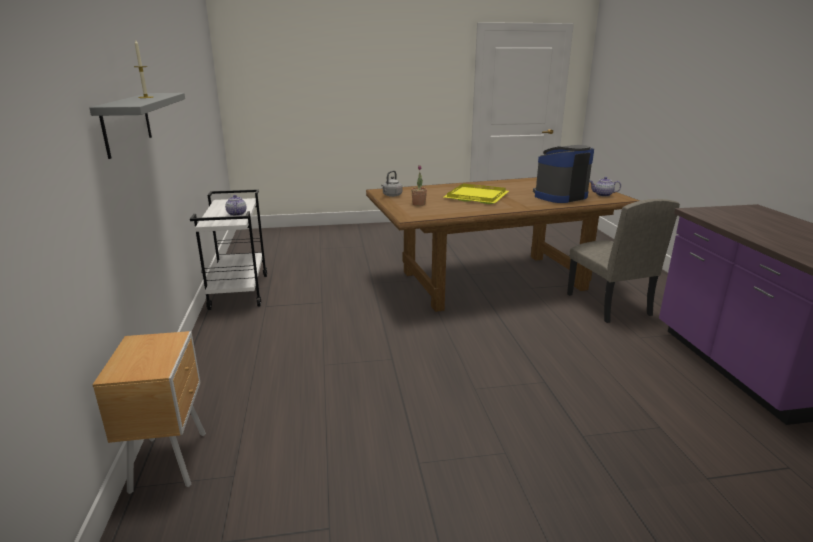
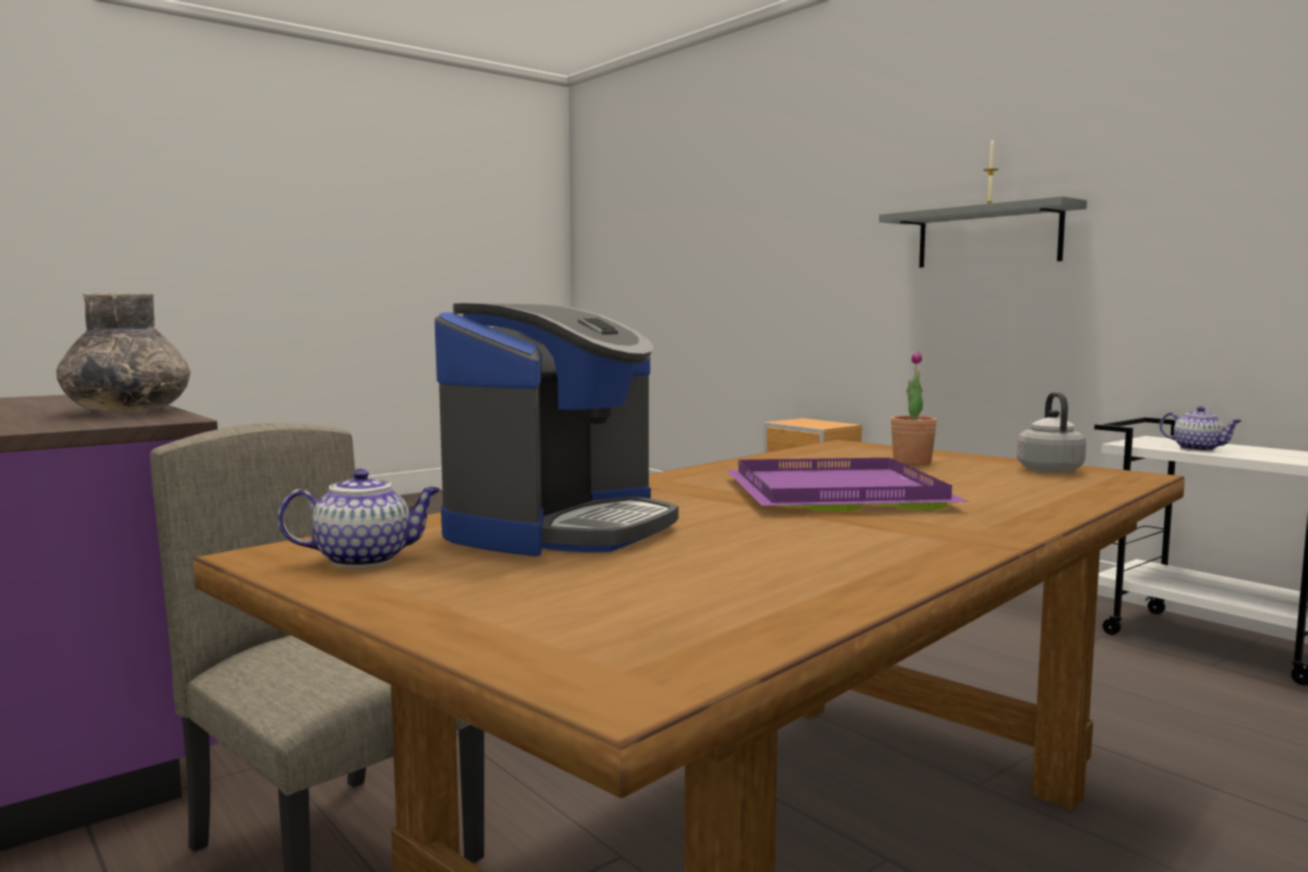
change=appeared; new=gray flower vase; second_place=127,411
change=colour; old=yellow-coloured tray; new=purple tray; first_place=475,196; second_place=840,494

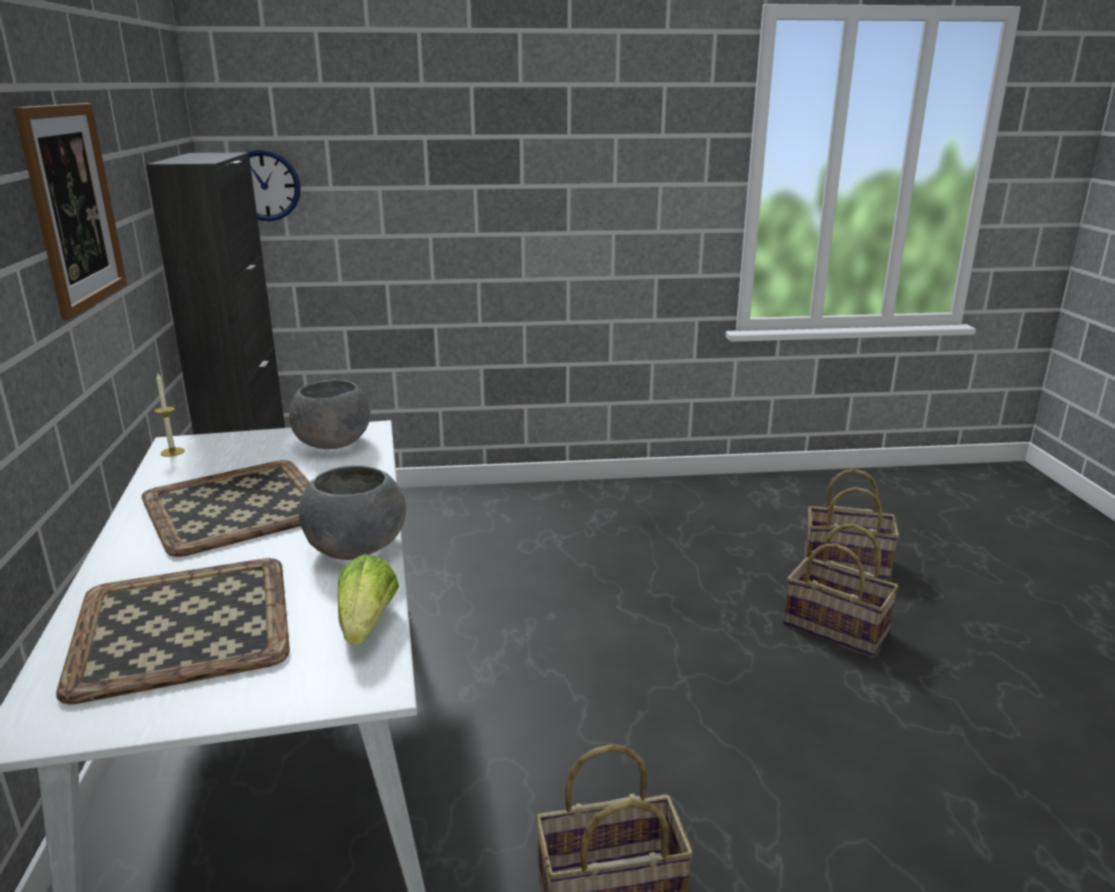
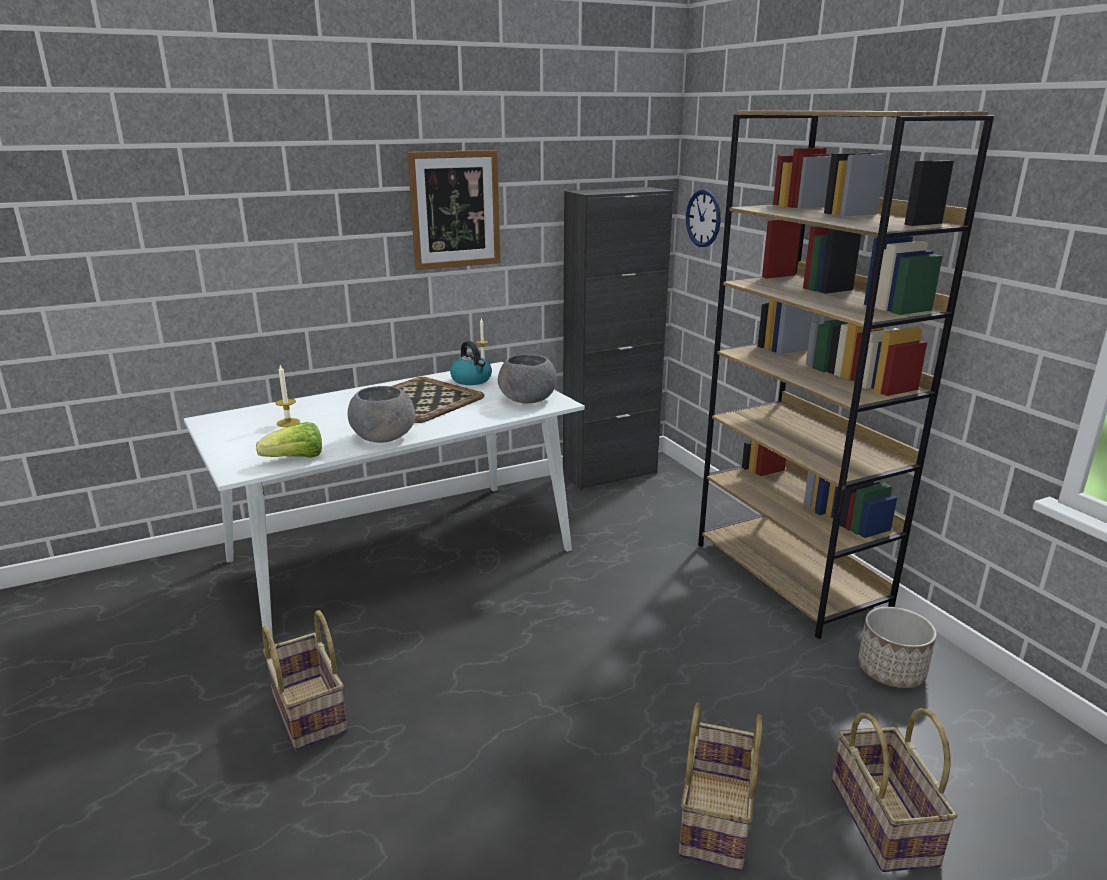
change=exchanged; old=tray; new=wax light; first_place=185,626; second_place=288,422
change=appeared; new=tea kettle; second_place=472,380
change=appeared; new=brownish bookcase; second_place=790,576
change=appeared; new=flower pot; second_place=891,670

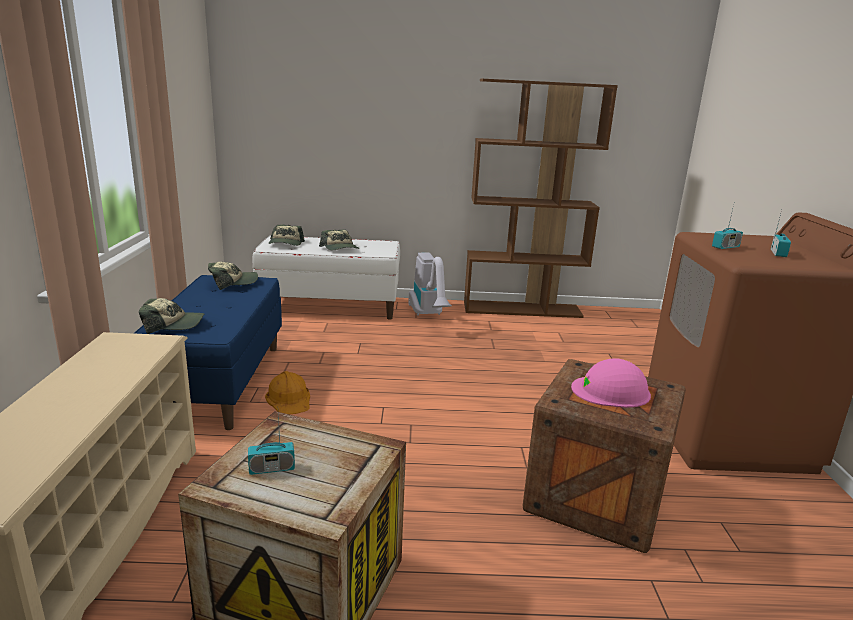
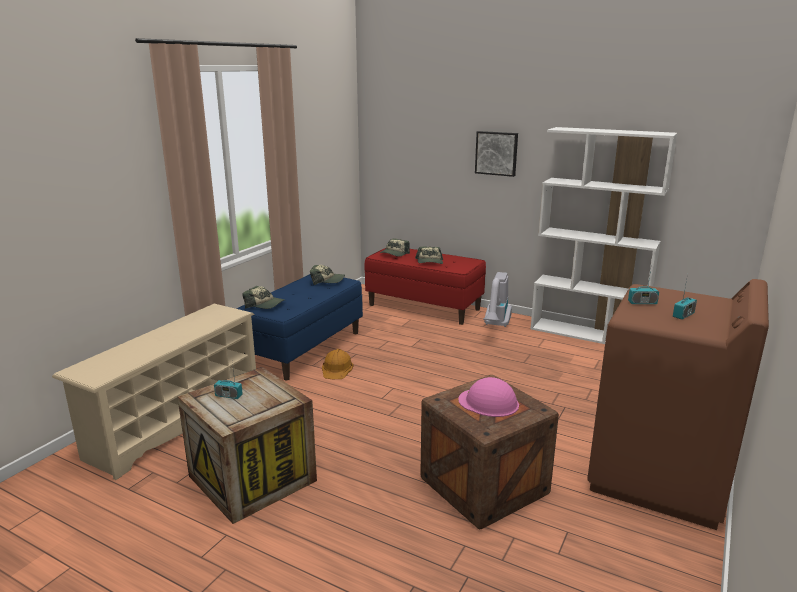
change=colour; old=white-coloured indoor bench; new=red-coloured indoor bench; first_place=330,306; second_place=424,307
change=appeared; new=wall art; second_place=496,153
change=colour; old=brownish bookcase; new=white-coloured bookcase; first_place=522,309; second_place=587,334

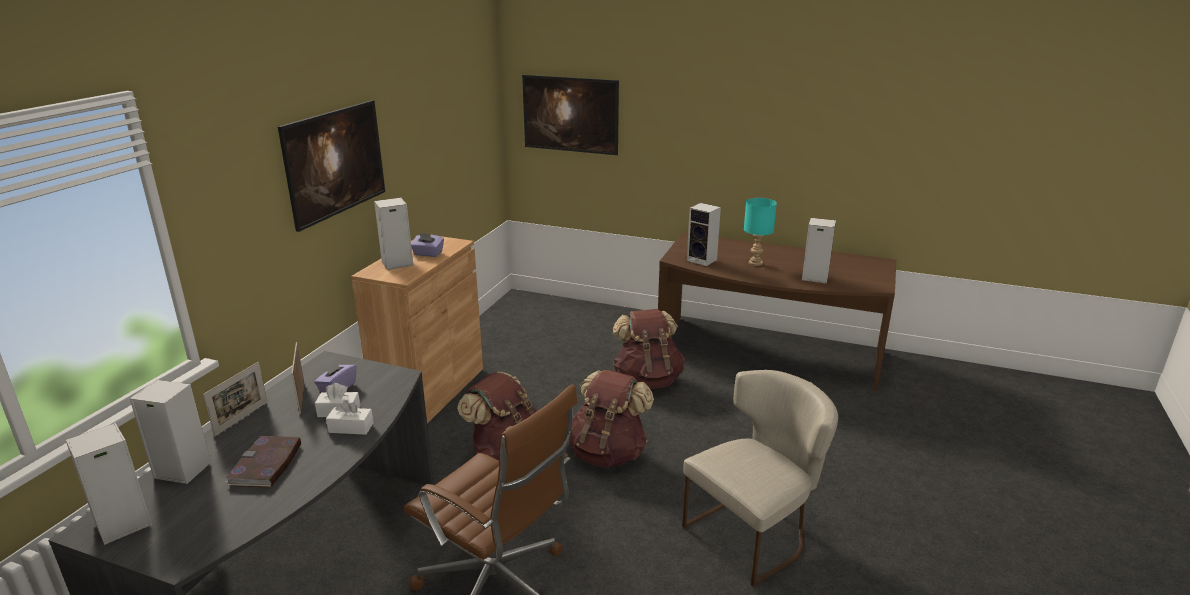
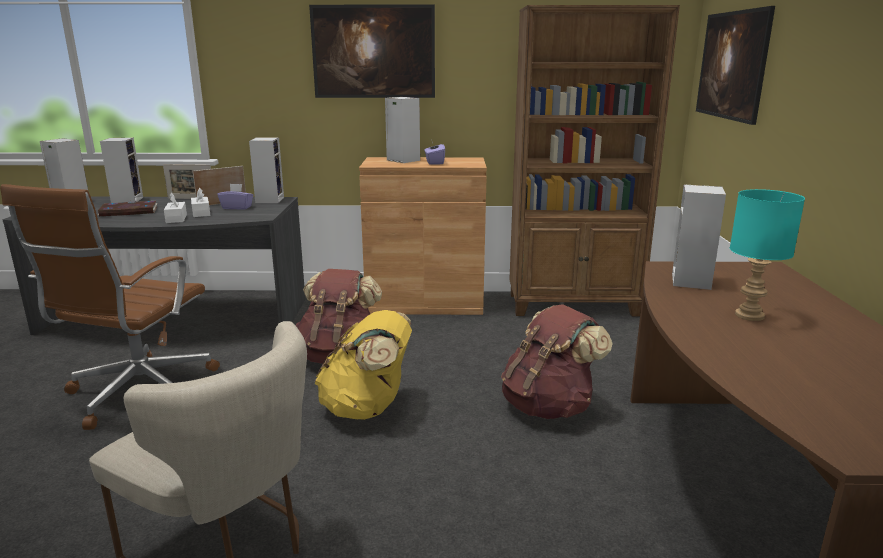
change=relocated; old=speaker; first_place=813,277; second_place=269,200
change=colour; old=brownish knapsack; new=yellow-coloured knapsack; first_place=608,453; second_place=367,408
change=appeared; new=brownish bookcase; second_place=574,305

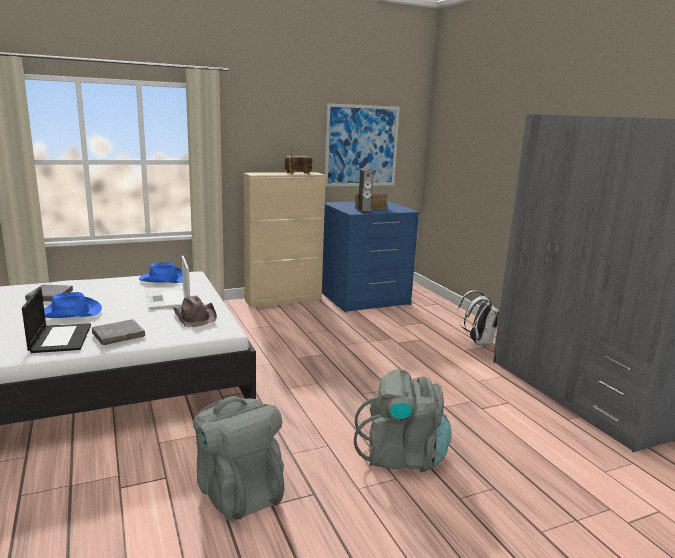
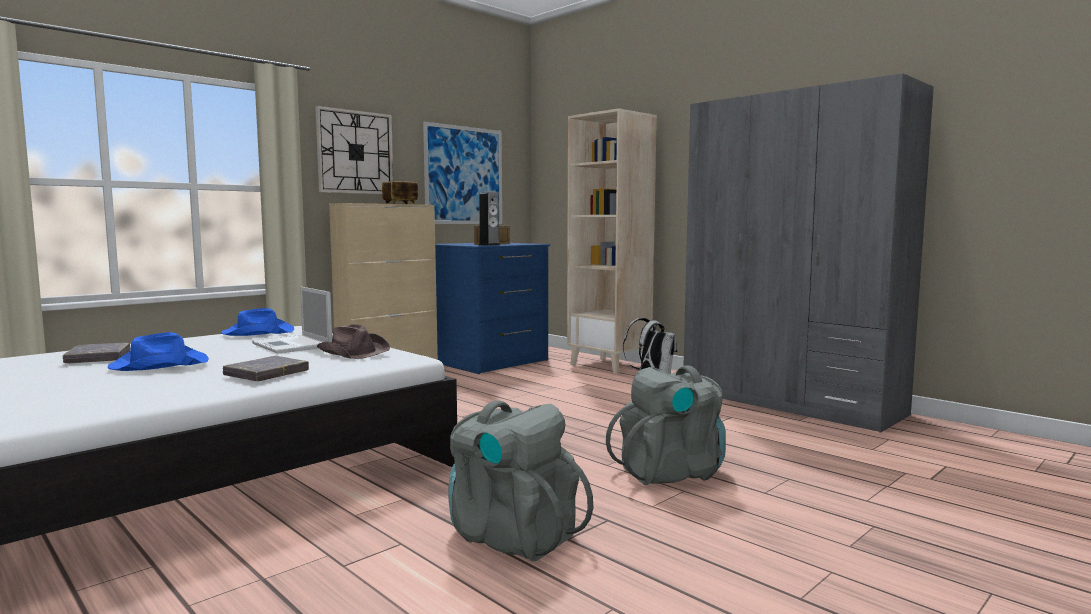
change=appeared; new=hanging clock; second_place=355,152
change=appeared; new=beige-coloured bookcase; second_place=610,365
change=missing; old=laptop; first_place=60,338

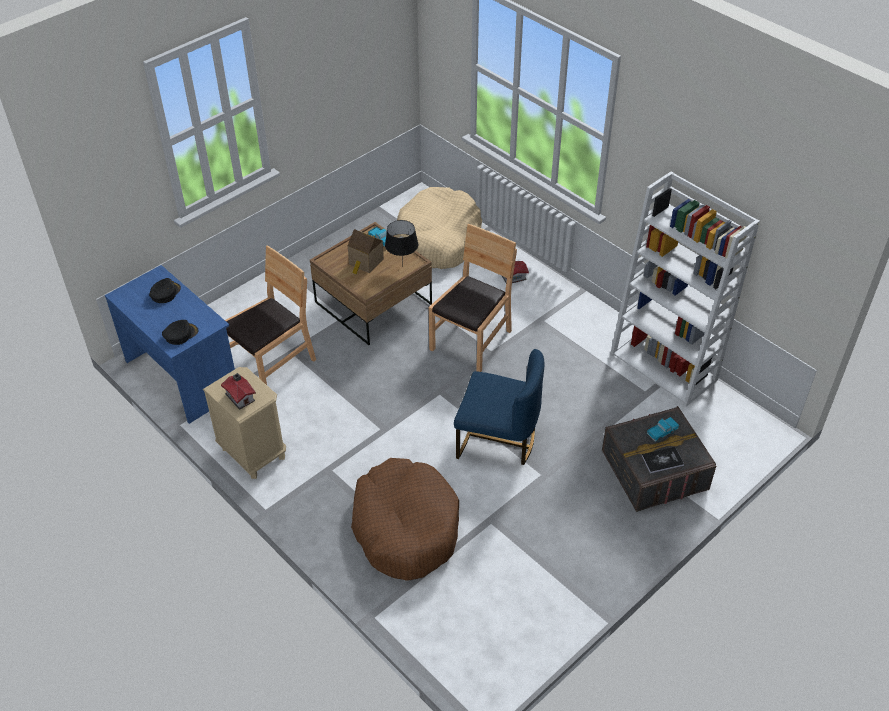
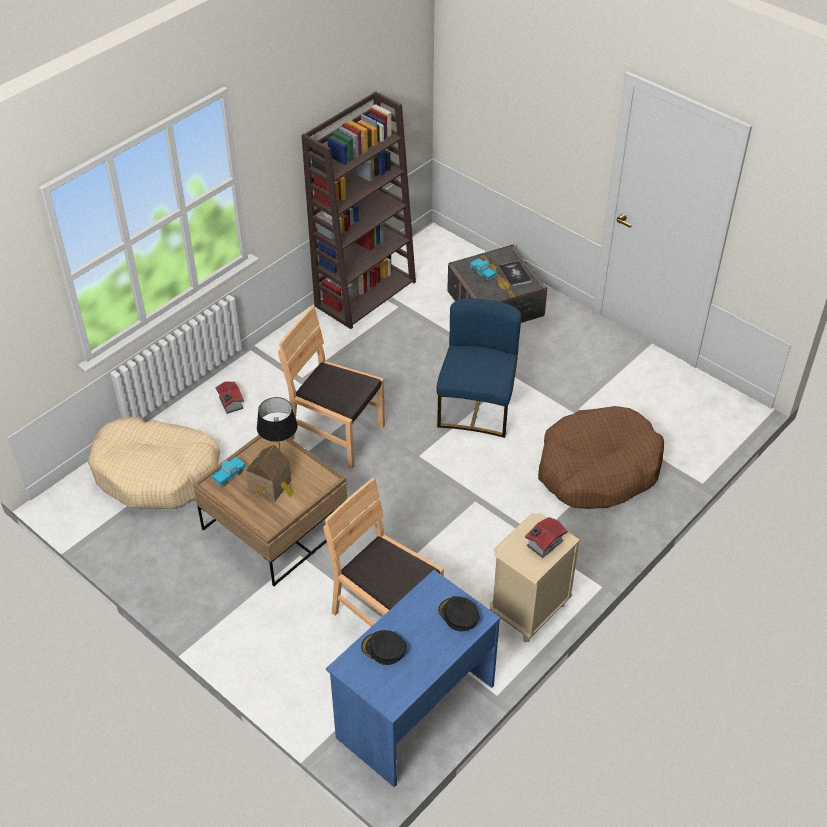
change=colour; old=white-coloured bookcase; new=brownish bookcase; first_place=664,367; second_place=365,293

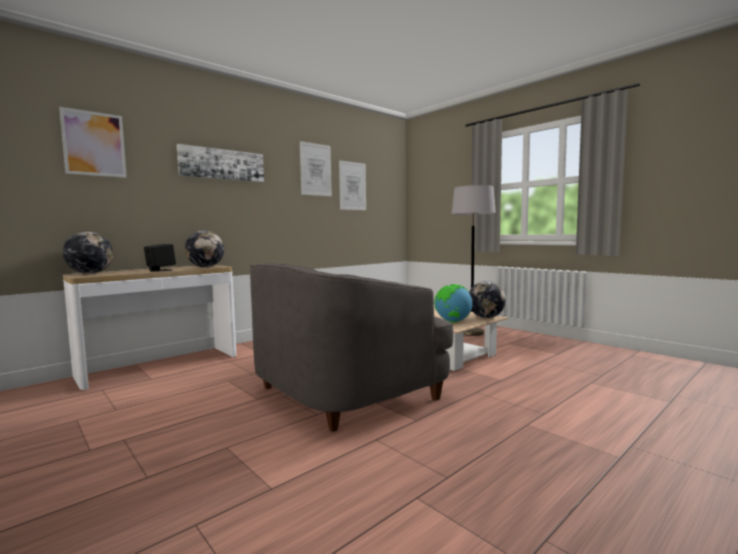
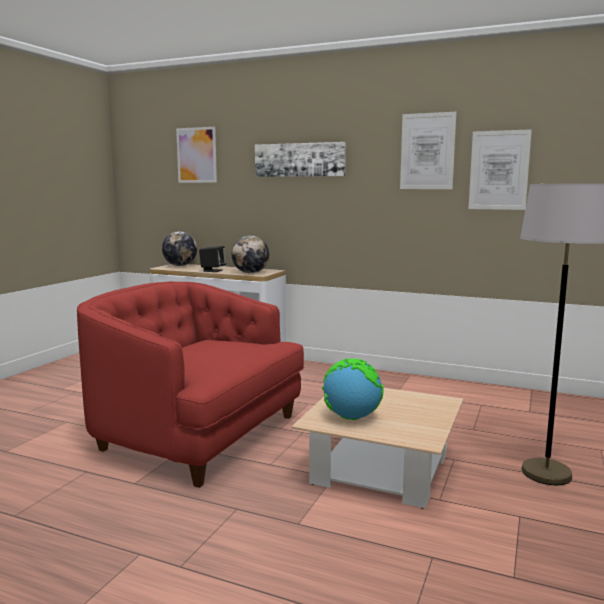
change=colour; old=gray easy chair; new=red-coloured easy chair; first_place=345,391; second_place=198,435
change=missing; old=world globe; first_place=486,317

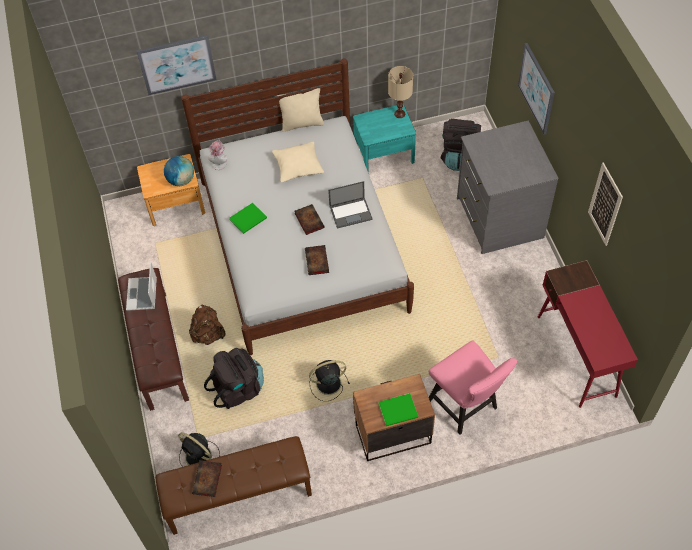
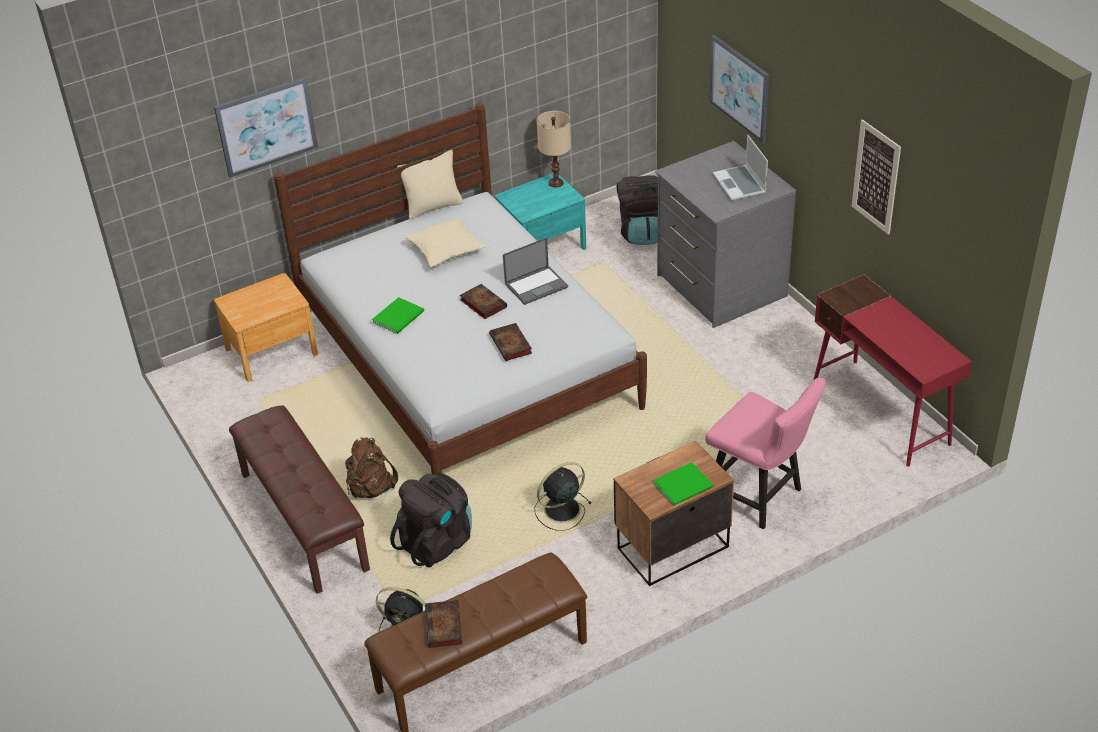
change=relocated; old=laptop; first_place=142,295; second_place=740,184
change=missing; old=world globe; first_place=181,180
change=missing; old=hat; first_place=219,163

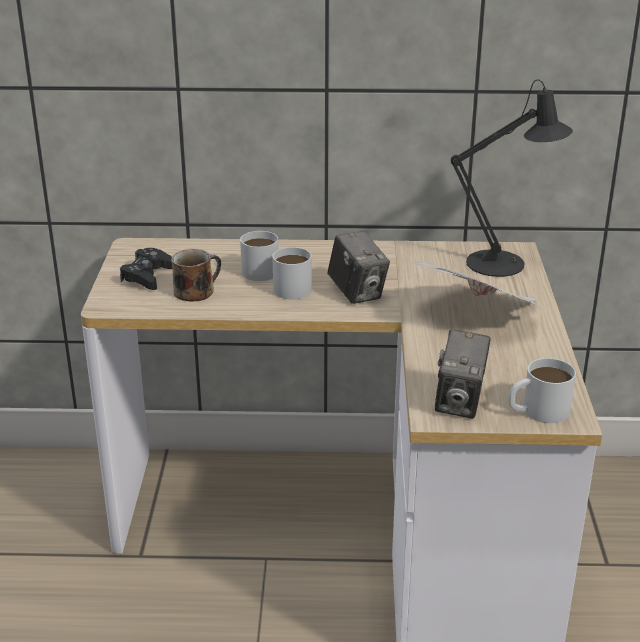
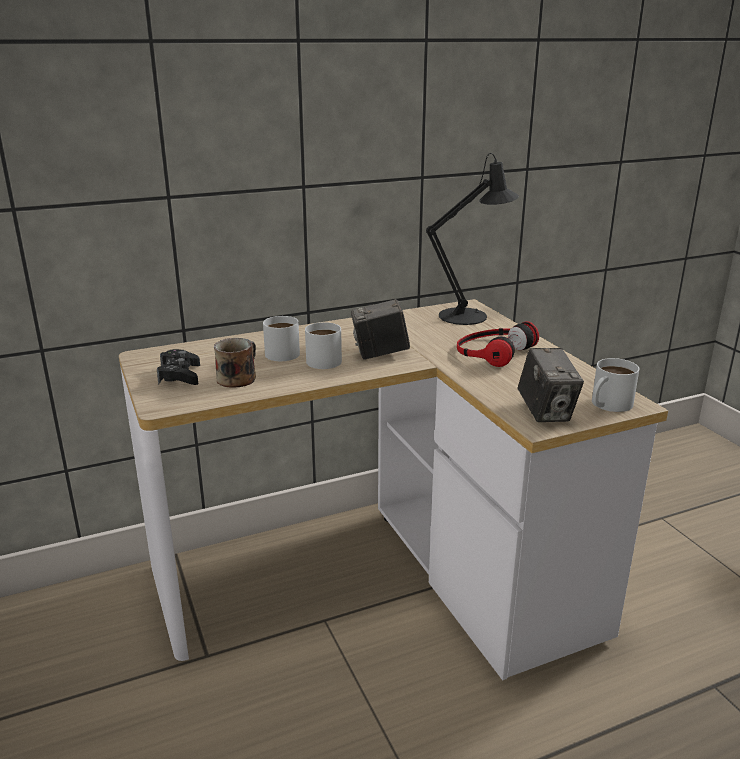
change=spun; old=still camera; first_place=357,293; second_place=380,354; degrees=135
change=exchanged; old=daily paper; new=headset; first_place=481,315; second_place=492,351

